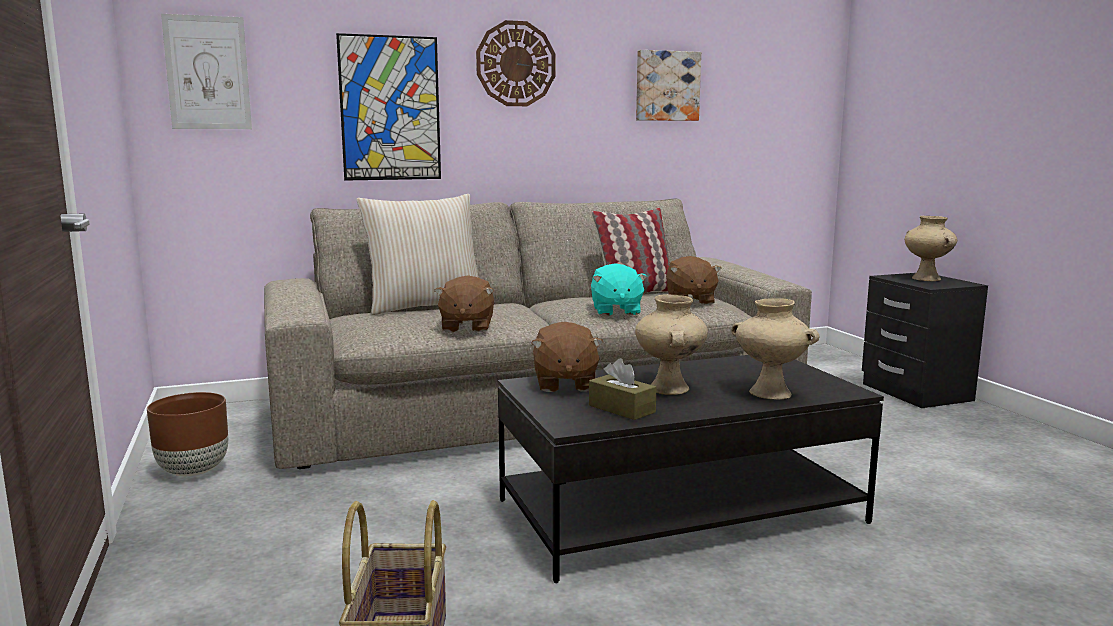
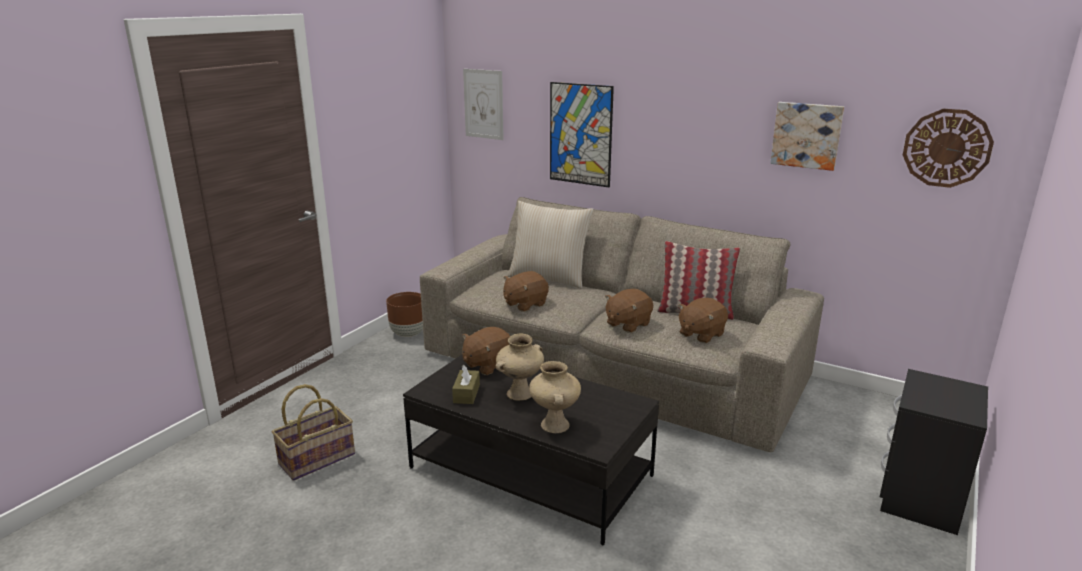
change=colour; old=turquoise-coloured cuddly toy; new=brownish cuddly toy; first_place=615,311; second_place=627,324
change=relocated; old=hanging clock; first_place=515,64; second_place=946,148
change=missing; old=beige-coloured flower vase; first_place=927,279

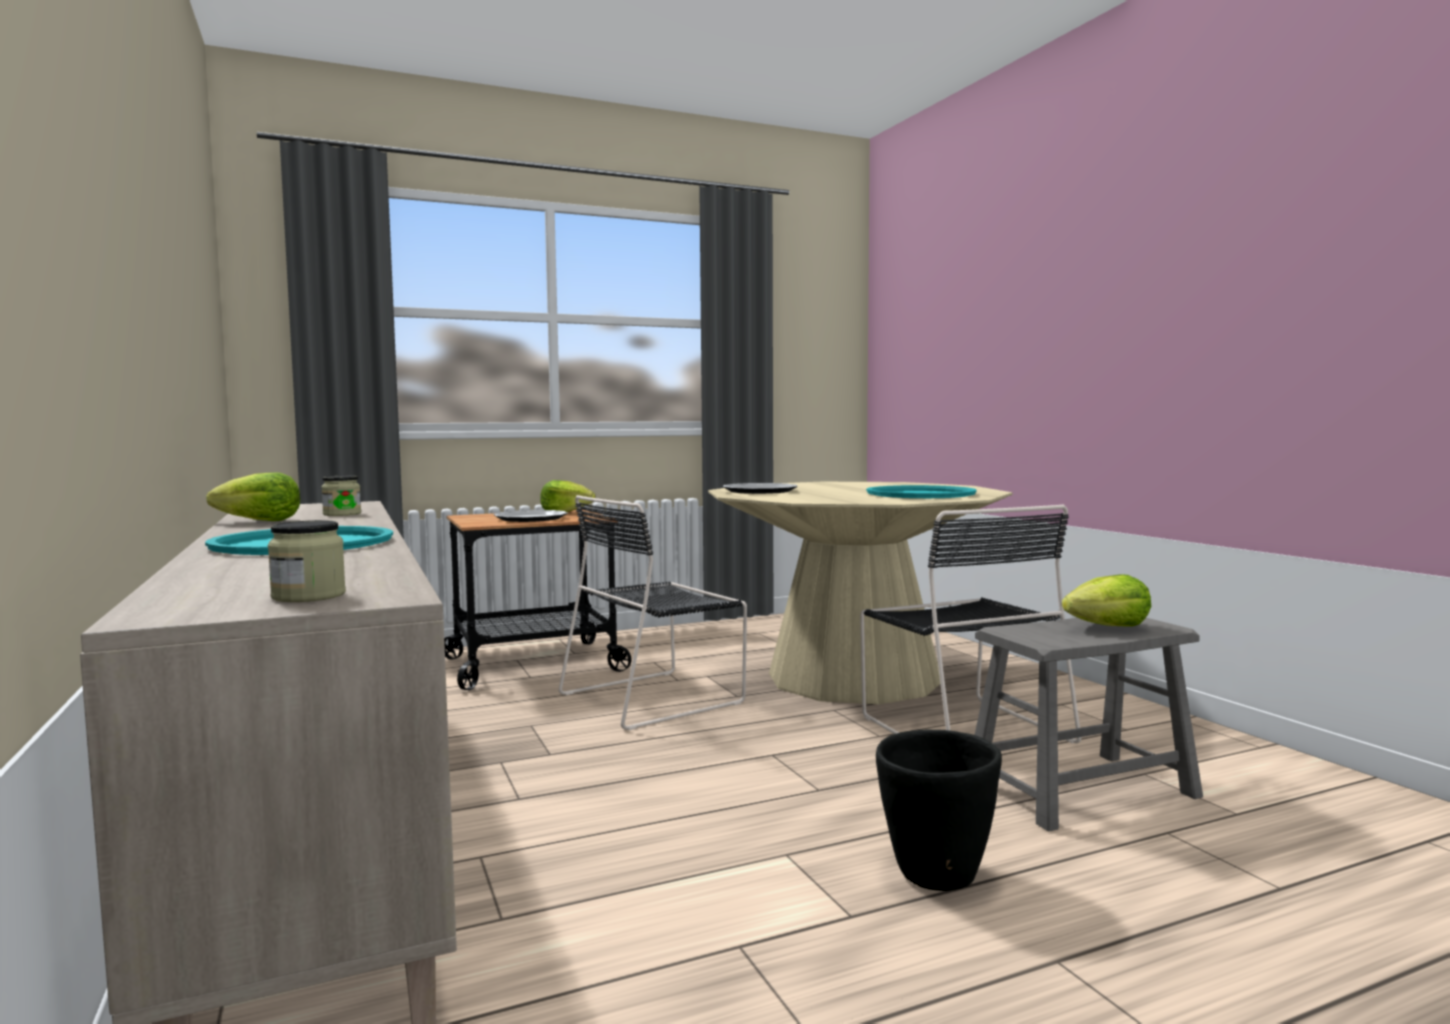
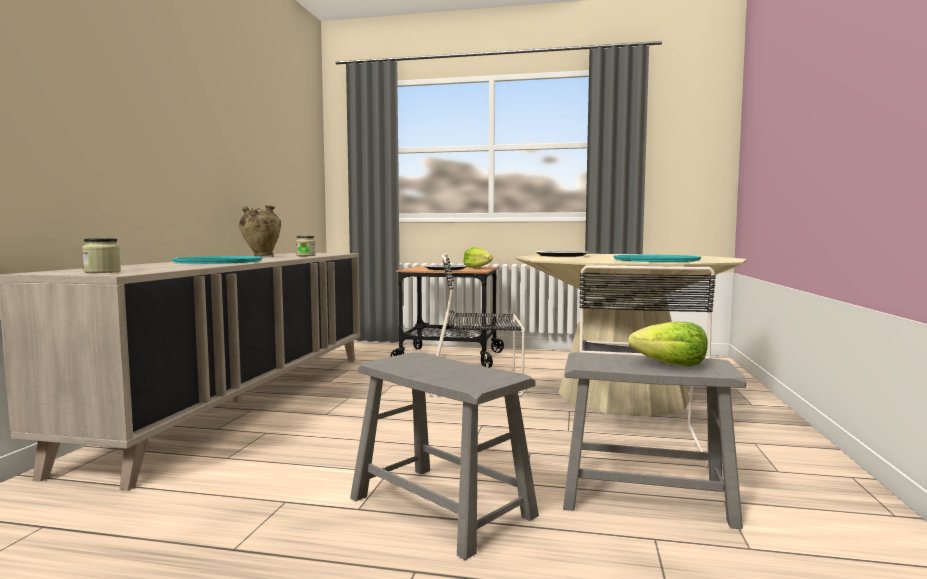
change=exchanged; old=lettuce head; new=beige-coloured flower vase; first_place=260,521; second_place=261,256
change=exchanged; old=blackish flower pot; new=gray stool; first_place=935,875; second_place=441,507

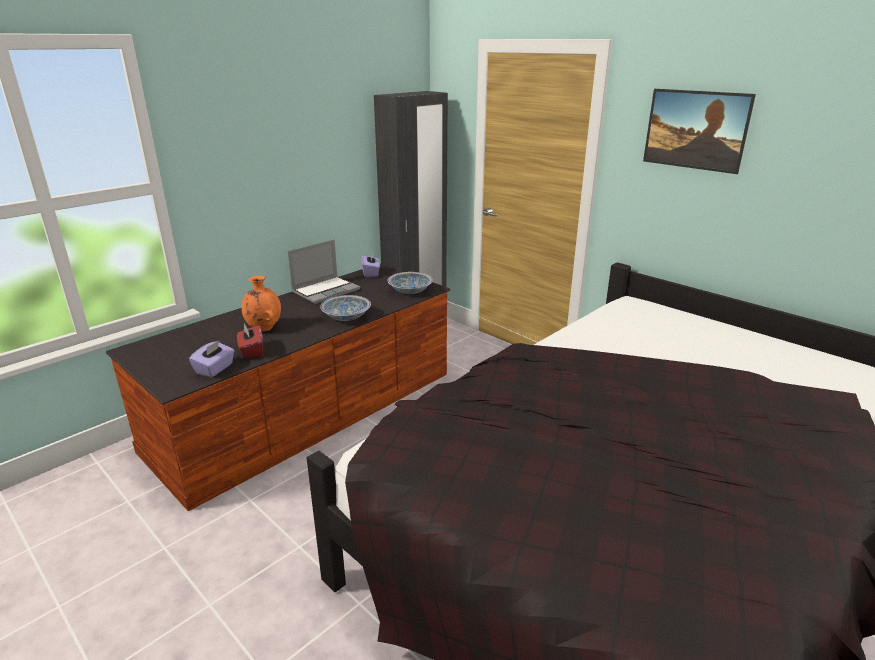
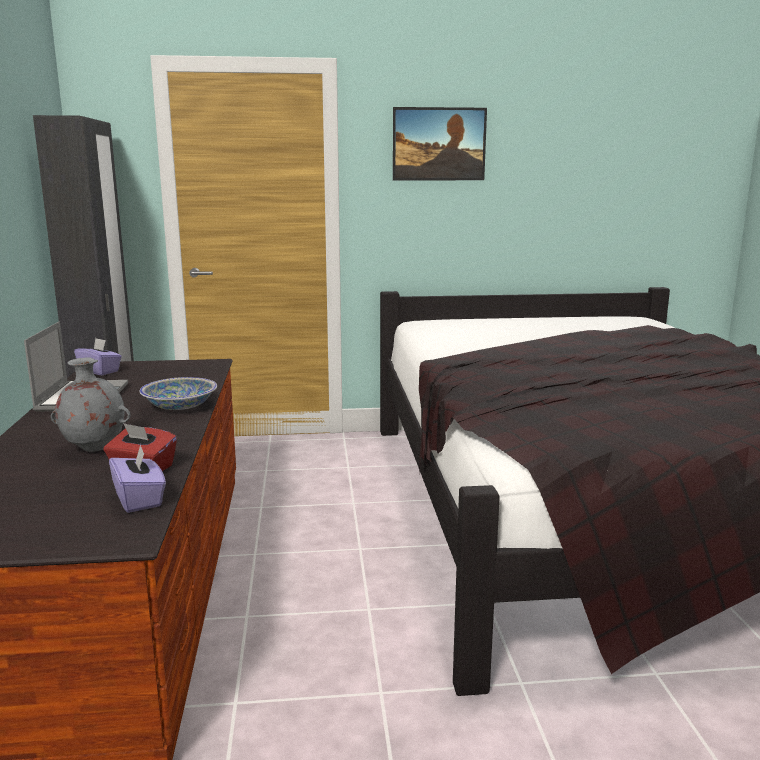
change=colour; old=orangey flower vase; new=gray flower vase; first_place=264,328; second_place=94,448
change=missing; old=bowl; first_place=410,291

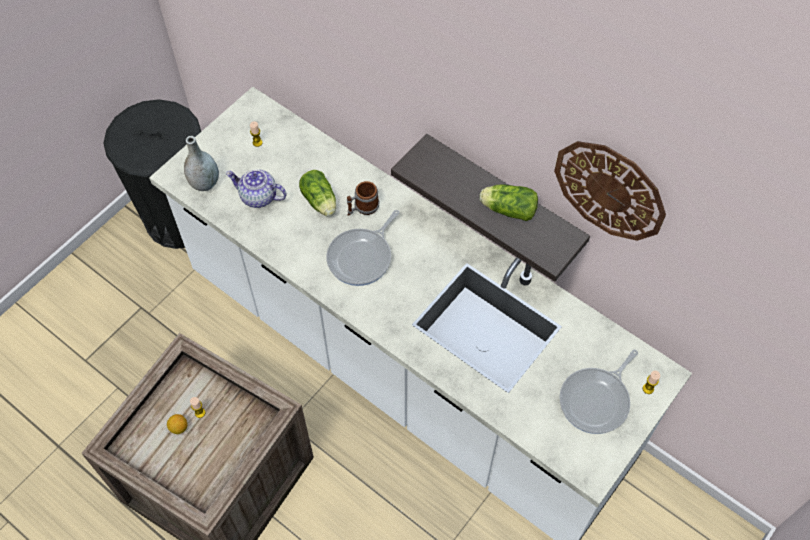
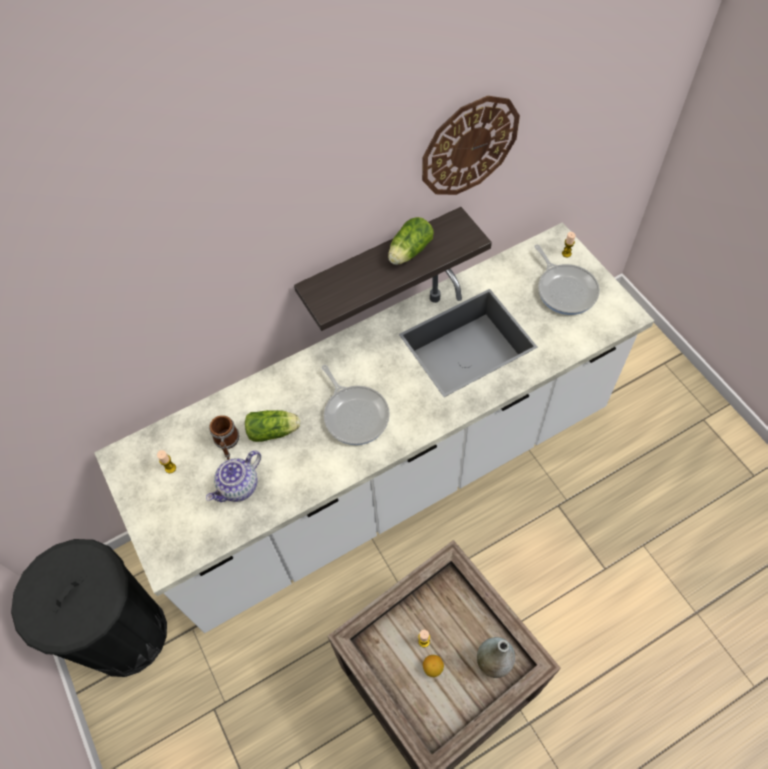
change=relocated; old=mug; first_place=362,208; second_place=227,443
change=relocated; old=gray flower vase; first_place=205,183; second_place=493,662

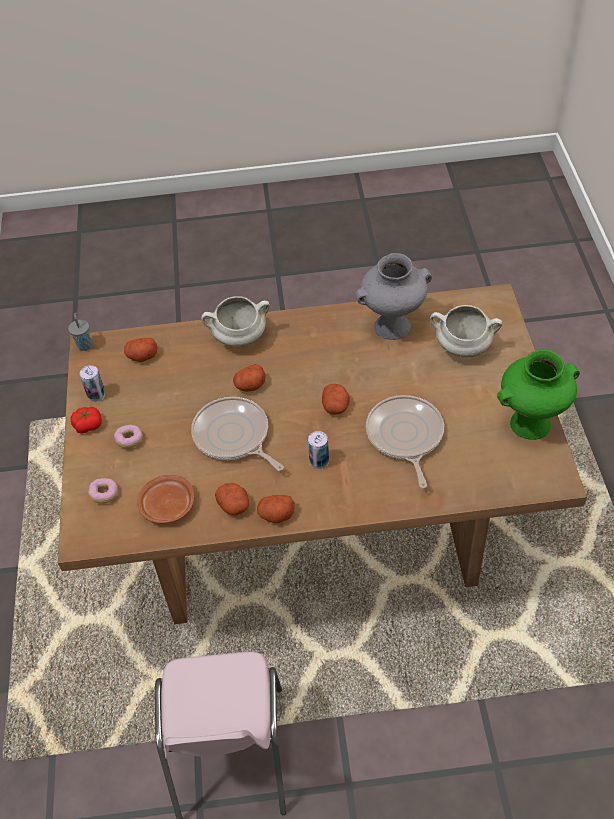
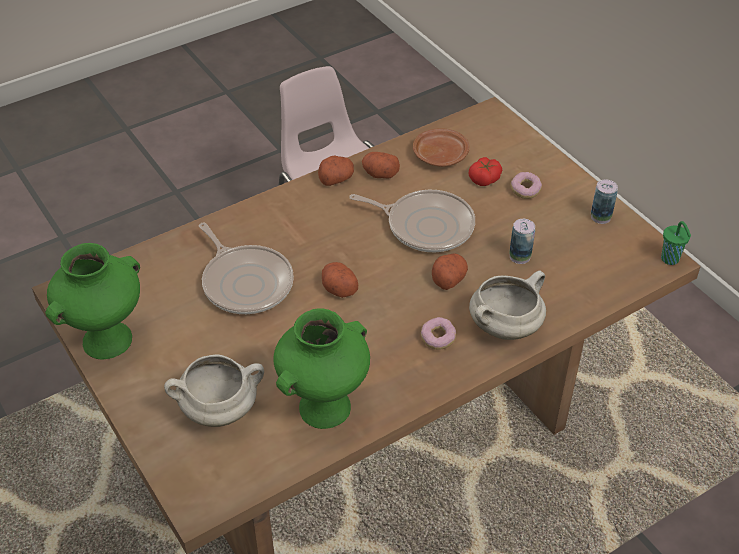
change=colour; old=gray flower vase; new=green-coloured flower vase; first_place=392,327; second_place=324,406
change=relocated; old=ring doughnut; first_place=104,494; second_place=437,339
change=relocated; old=tomato; first_place=88,425; second_place=484,179
change=relocated; old=metal can; first_place=319,461; second_place=519,256
change=colour; old=gray cup; new=green-coloured cup; first_place=84,345; second_place=670,259
change=missing; old=spud; first_place=142,356

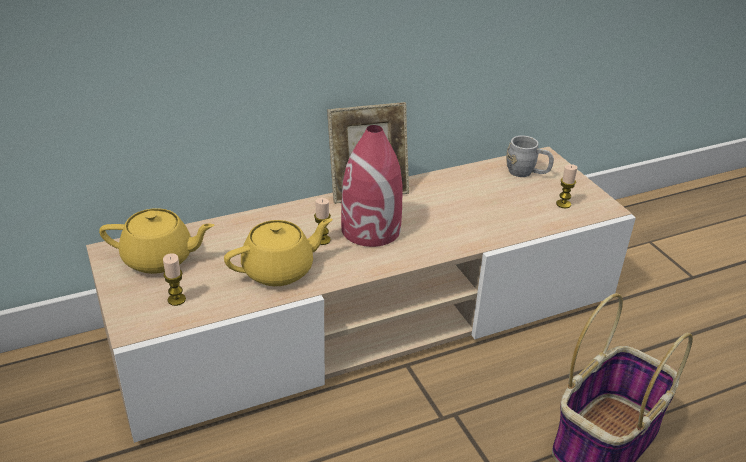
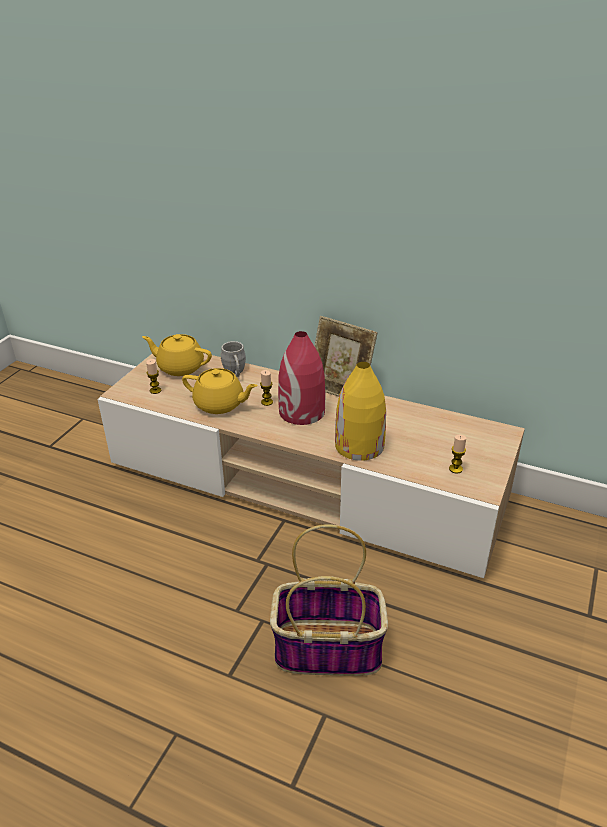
change=spun; old=yellow-coloured pot for tea; first_place=159,259; second_place=180,367; degrees=150
change=relocated; old=gray mug; first_place=527,173; second_place=235,372
change=appeared; new=yellow-coloured flower vase; second_place=359,446

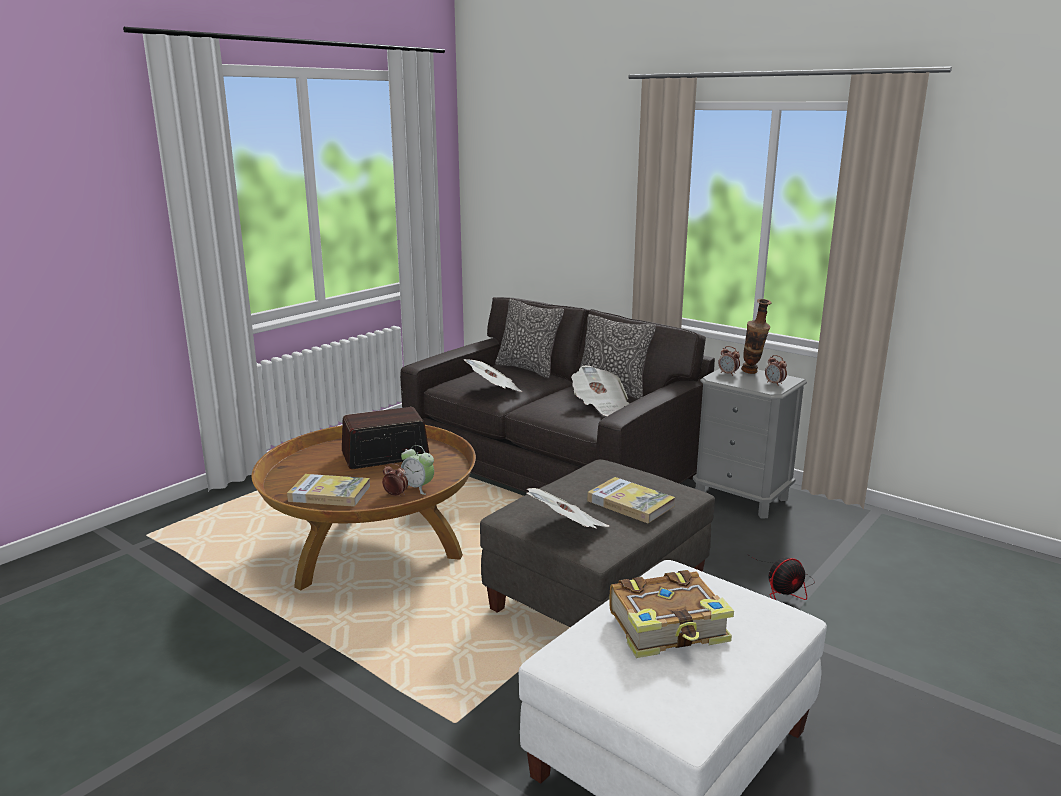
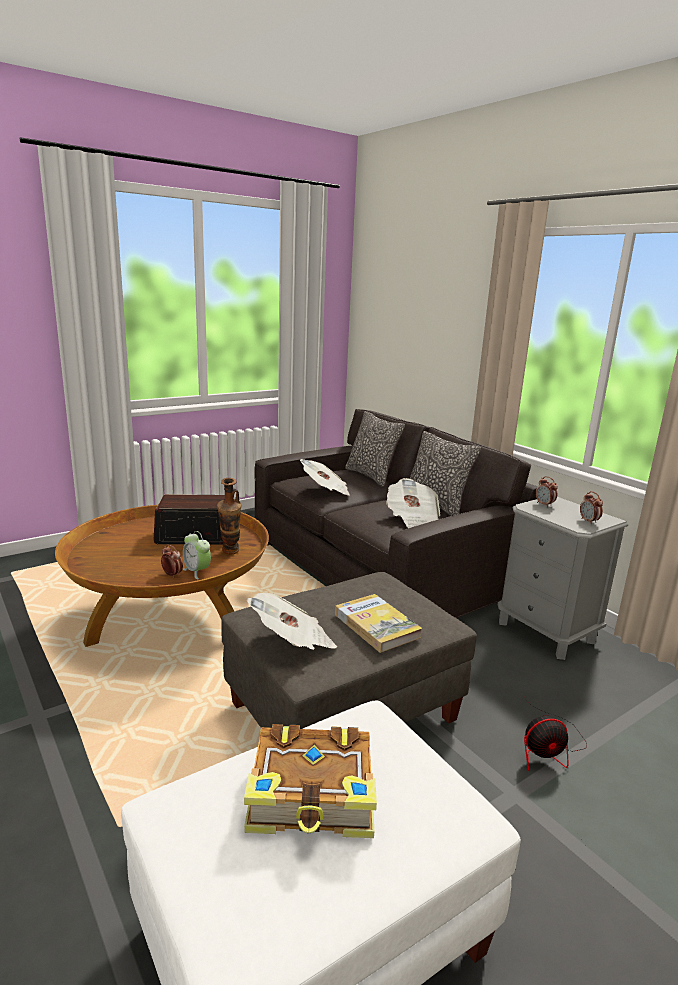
change=relocated; old=flower vase; first_place=752,373; second_place=230,553
change=missing; old=book; first_place=329,494

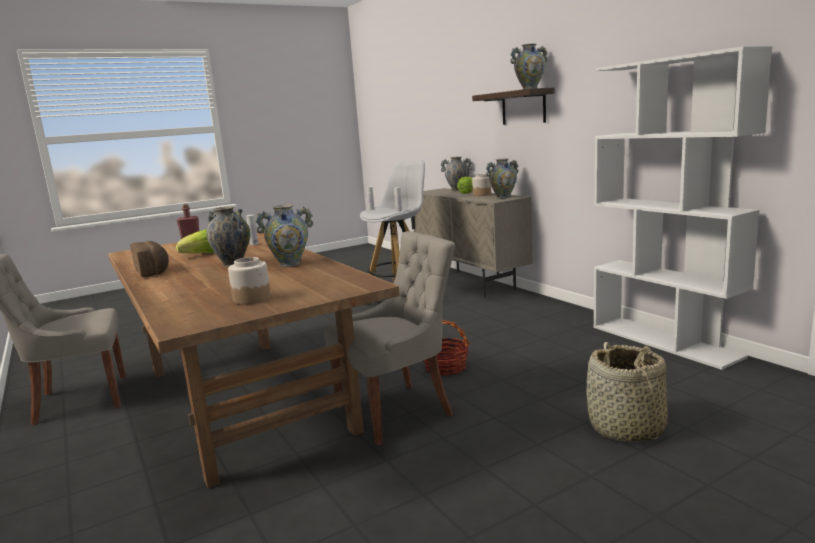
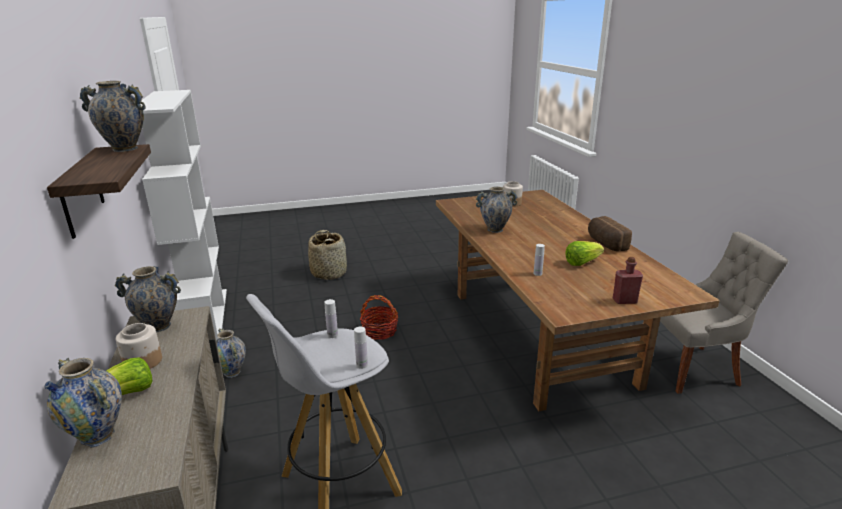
change=relocated; old=flower vase; first_place=233,264; second_place=232,372
change=missing; old=gray plain chair; first_place=397,410

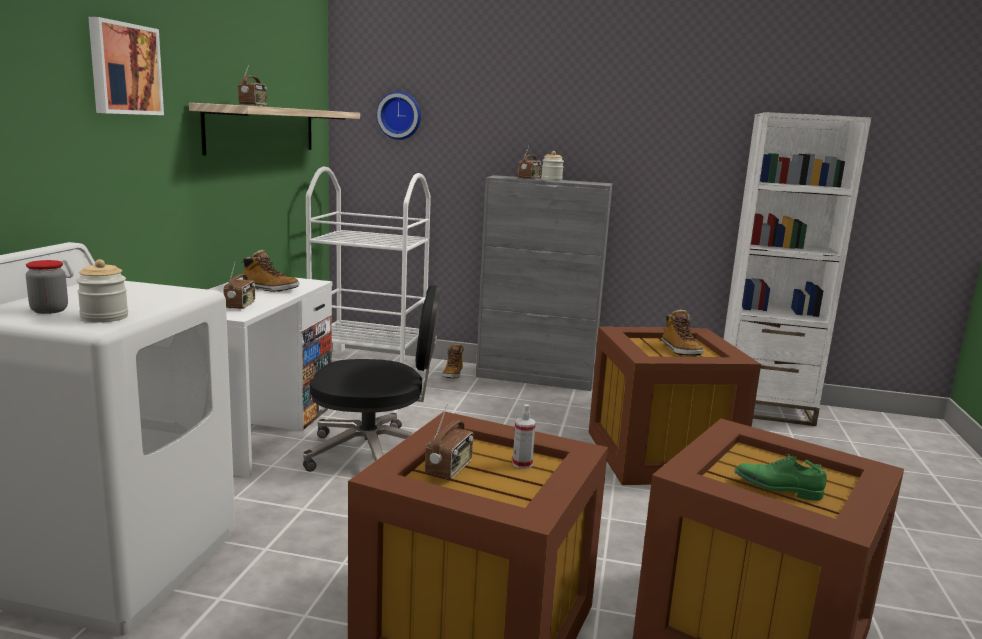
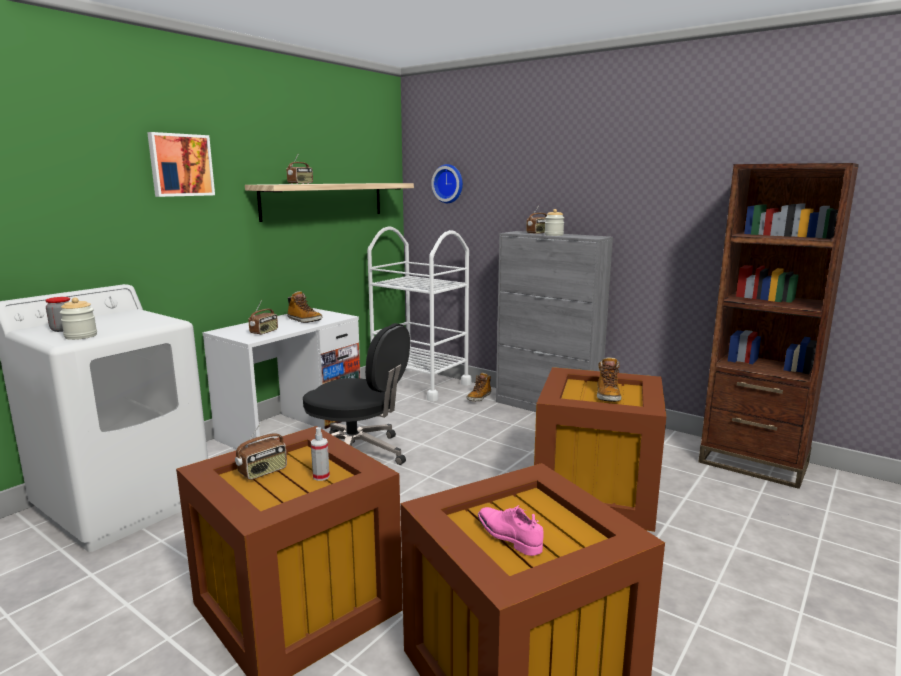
change=colour; old=green-coloured shoe; new=pink shoe; first_place=777,489; second_place=508,537
change=colour; old=white-coloured bookcase; new=brownish bookcase; first_place=763,409; second_place=753,463

